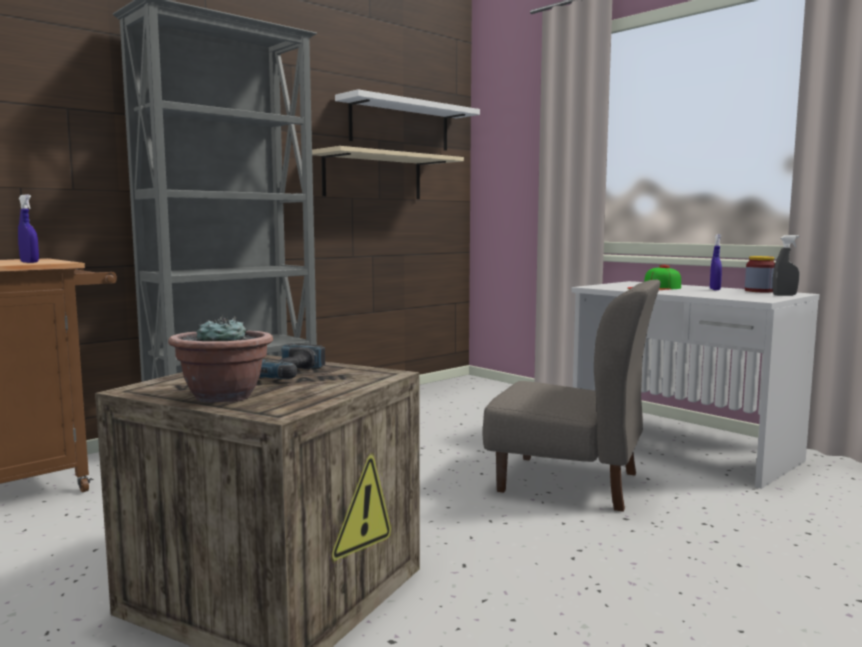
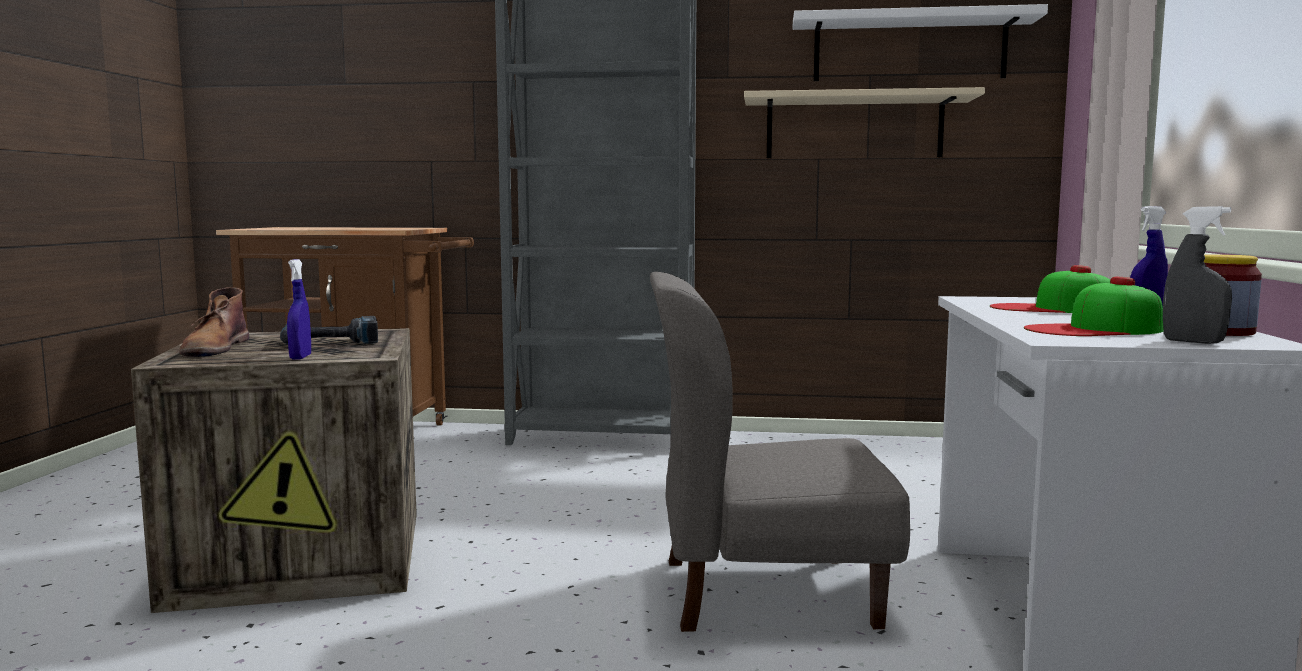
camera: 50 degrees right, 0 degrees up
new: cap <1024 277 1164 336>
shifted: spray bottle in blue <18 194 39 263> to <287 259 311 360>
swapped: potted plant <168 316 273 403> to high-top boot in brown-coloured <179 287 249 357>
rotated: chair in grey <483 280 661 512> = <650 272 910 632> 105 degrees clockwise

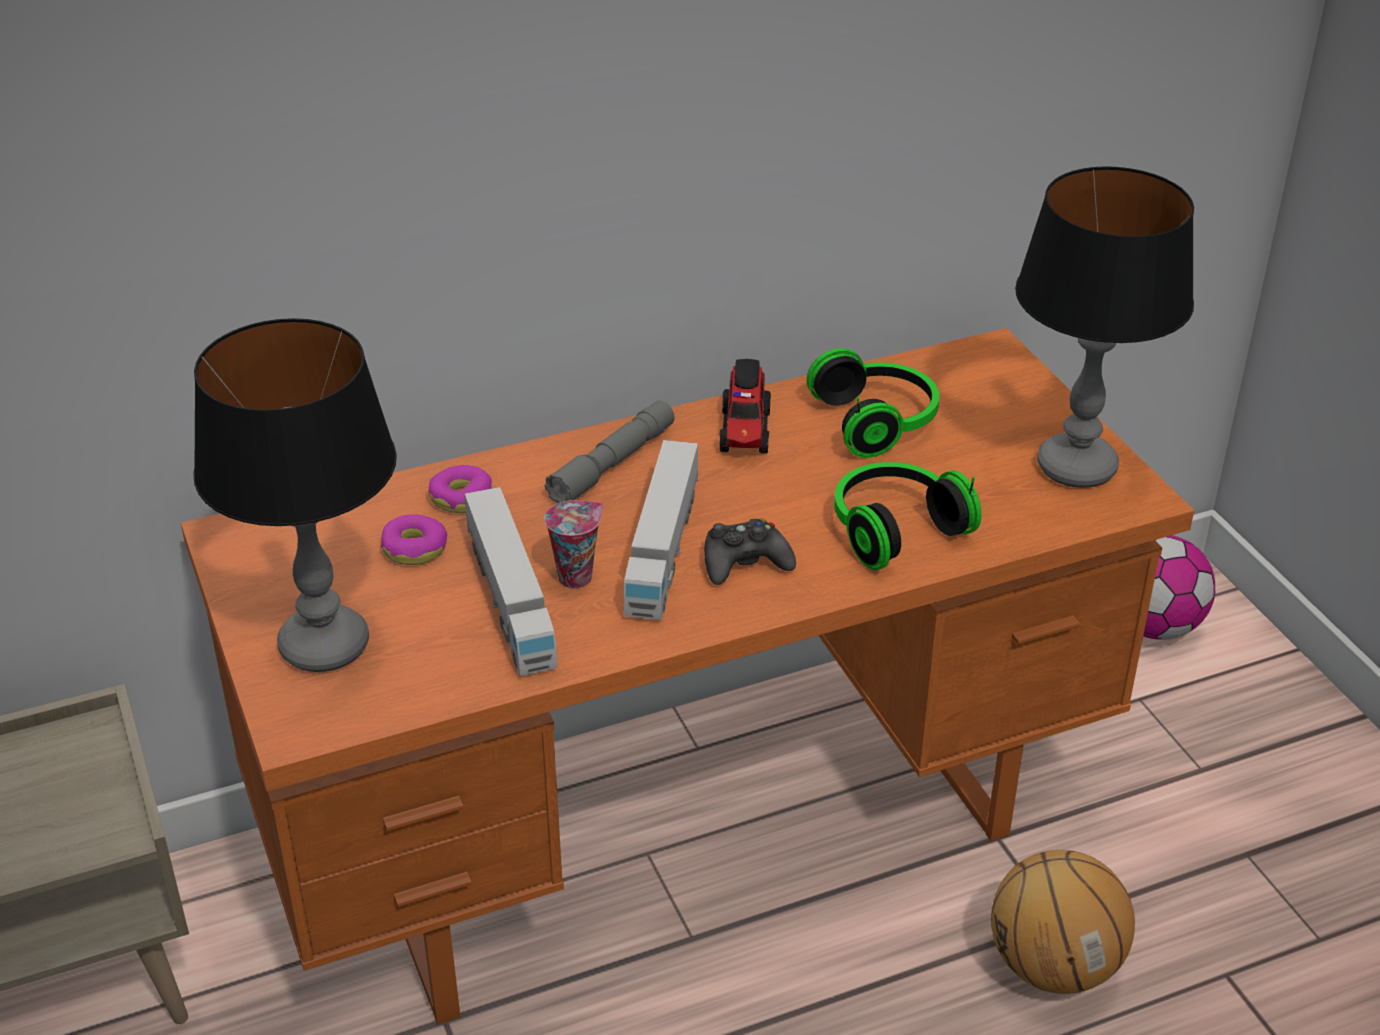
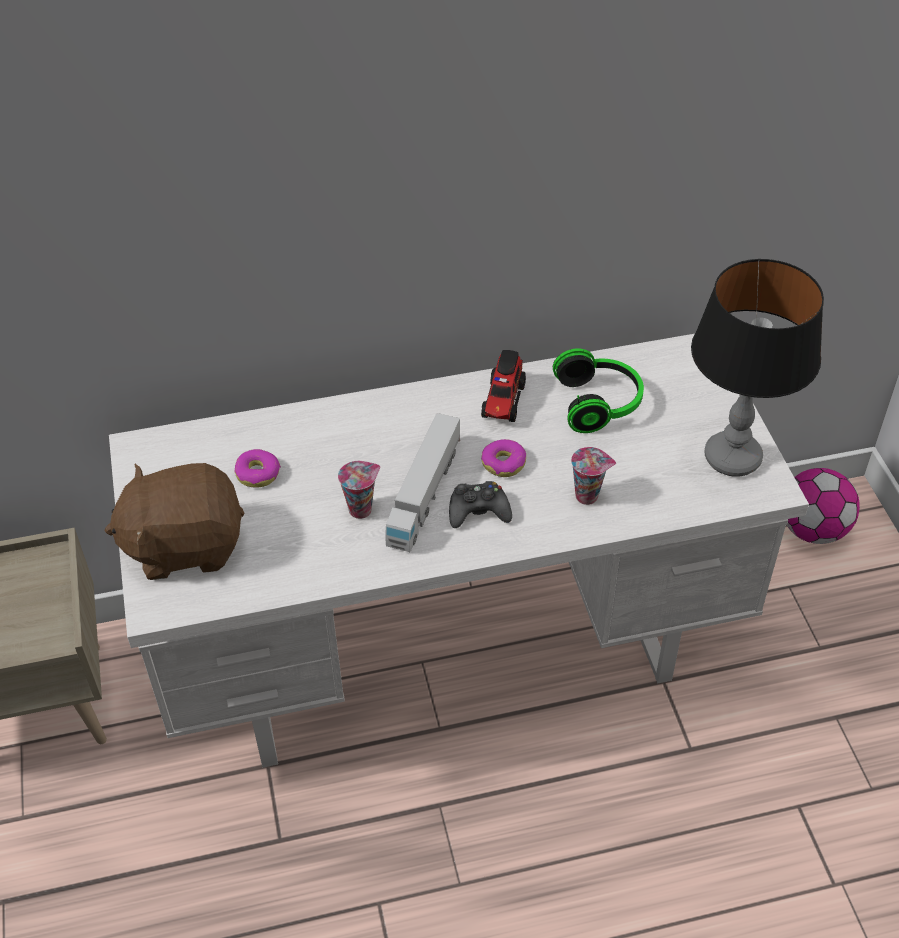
camera: 10 degrees right, 10 degrees up
gone: toy truck <465 487 558 676>; hand torch in grey <545 401 675 503>; basketball ball <991 850 1135 994>
shifted: doughnut <428 465 492 513> to <481 439 526 477>
swapped: table lamp <193 318 397 672> to cuddly toy in brown-coloured <104 463 244 580>; headphones <834 462 982 570> to drinking cup <571 447 616 505>
repainted: desk unit in orange <181 328 1194 1025> to desk unit in whitish <109 334 809 768>

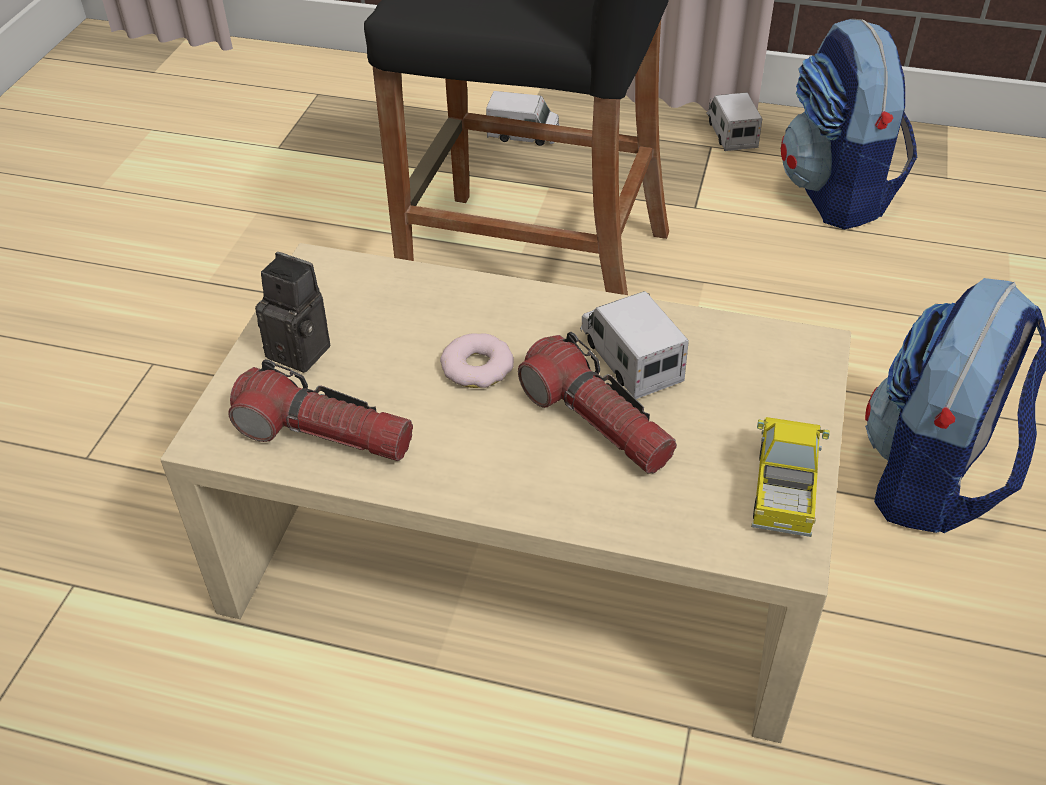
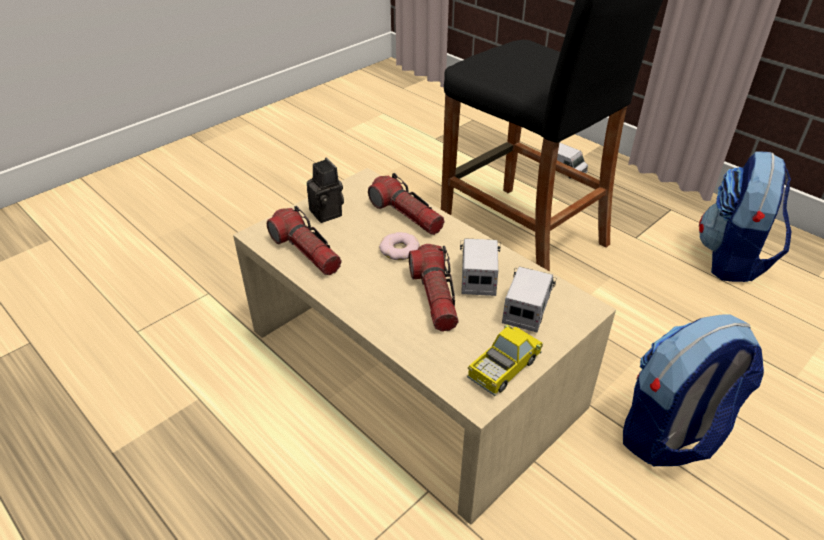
camera: 30 degrees right, 5 degrees down
new: hand torch <368 173 445 235>
shifted: toy truck <707 92 762 151> to <502 267 556 332>

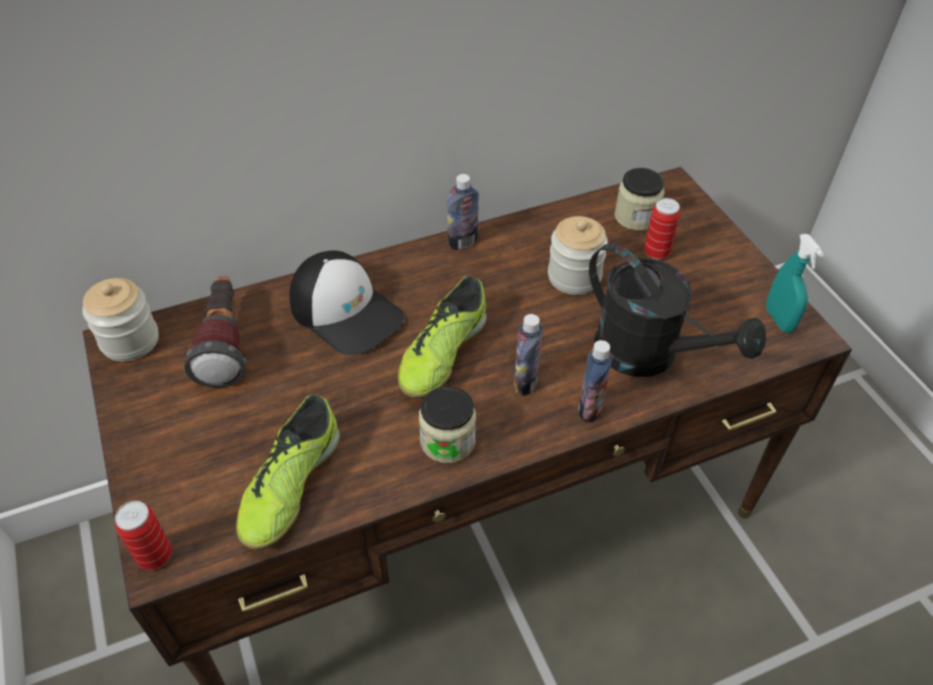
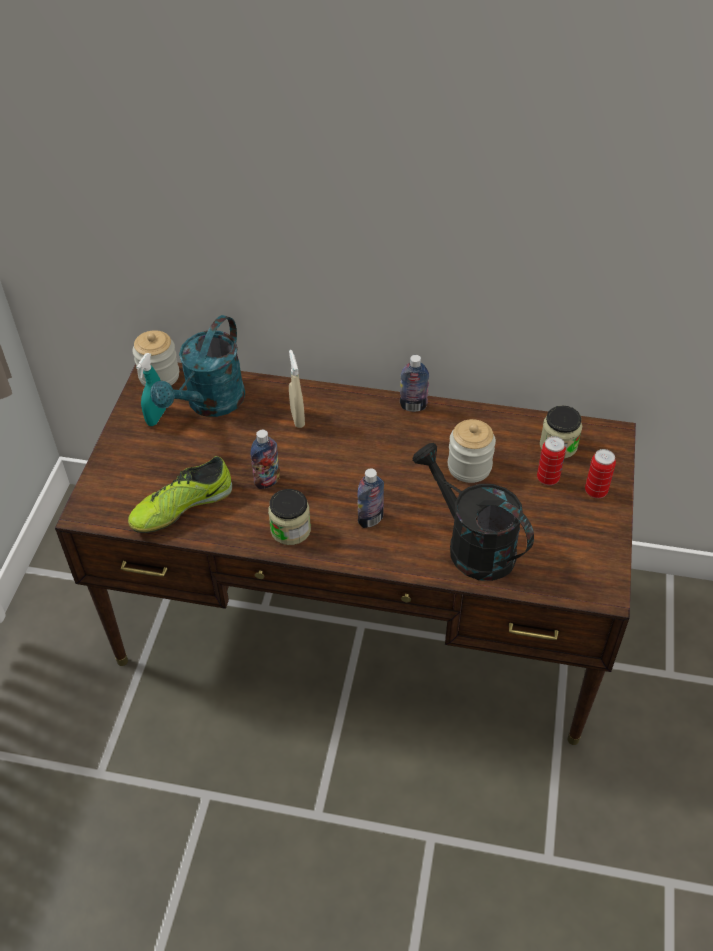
camera: 35 degrees right, 0 degrees up
gone: shoe <398 276 487 399>
shifted: sealed can <115 501 172 570> to <585 449 616 498>; beverage bottle <578 340 613 423> to <251 430 280 489>; spray bottle in blue-green <766 234 824 333> to <136 353 166 426>
swapped: hand torch <184 276 247 388> to sprinkling can in blue-green <150 315 245 417>; cap <289 250 404 355> to spray bottle in sand-coloured <289 350 305 428>
rotated: sprinkling can in black <589 243 766 377> = <412 443 534 581> 150 degrees clockwise

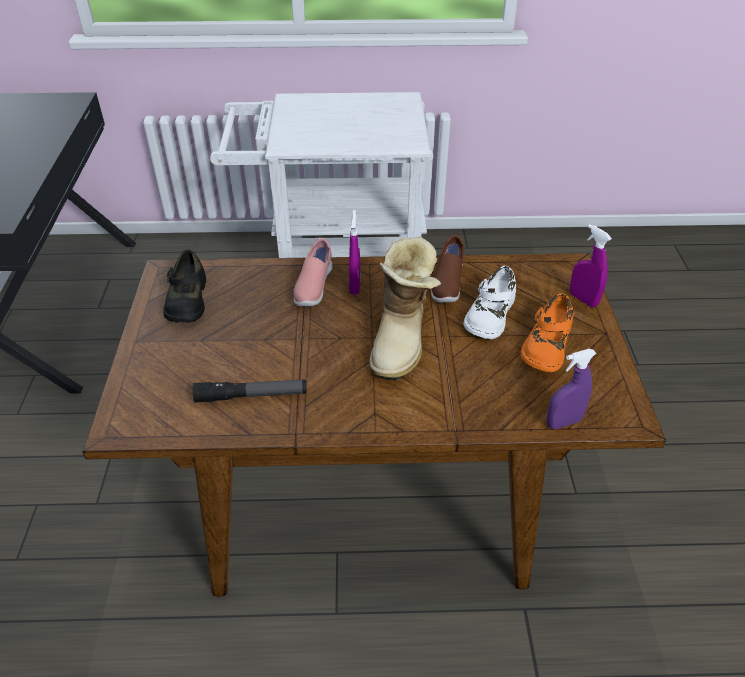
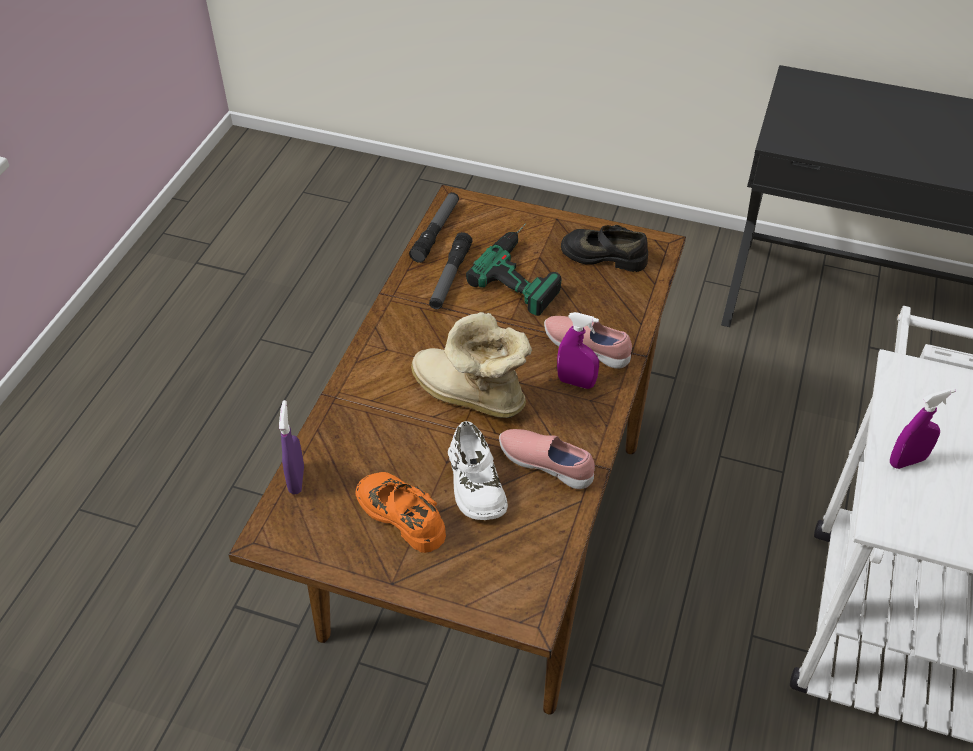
camera: 110 degrees right, 5 degrees up
new: hand torch <409 192 459 263>; power drill <466 223 562 316>
shifted: spray bottle in purple-coloured <570 224 612 307> to <890 388 956 469>
repainted: shoe in brown-coloured <431 235 464 303> to shoe in pink-coloured <499 429 595 489>
rotated: shoe in whitish <464 266 516 339> = <448 421 508 520> 150 degrees counterclockwise

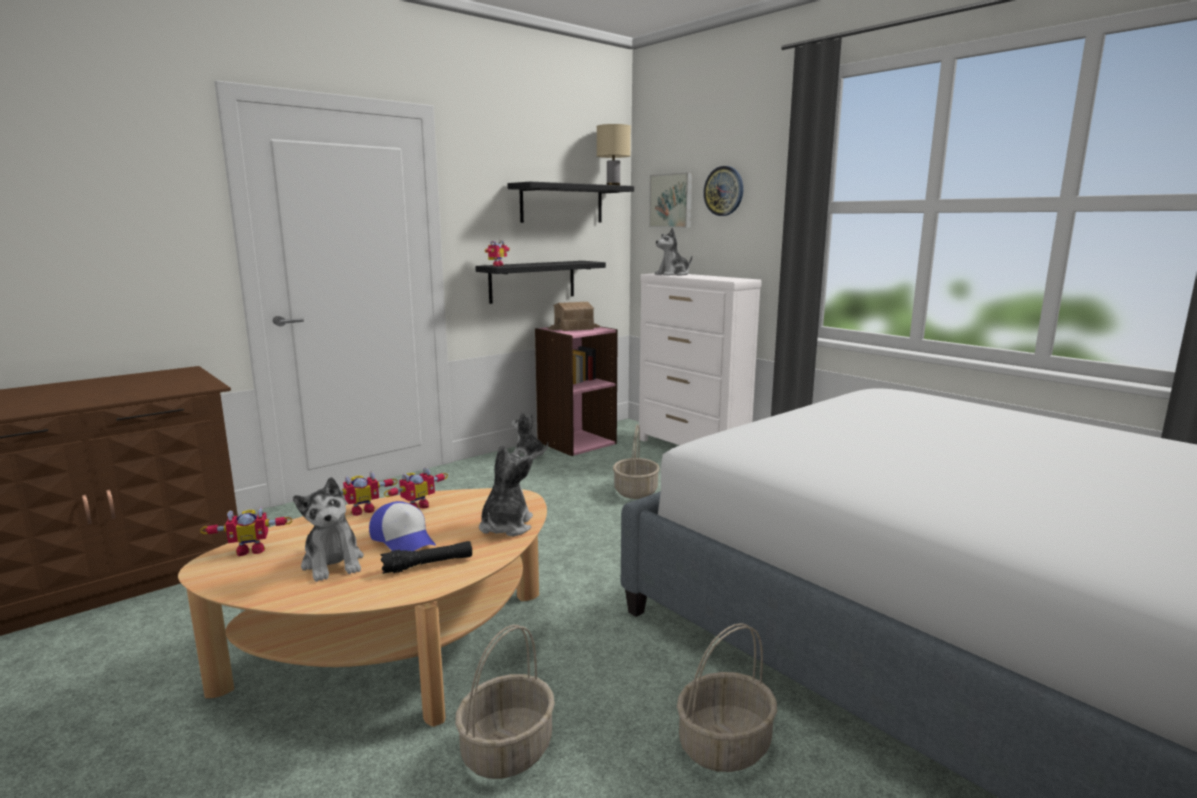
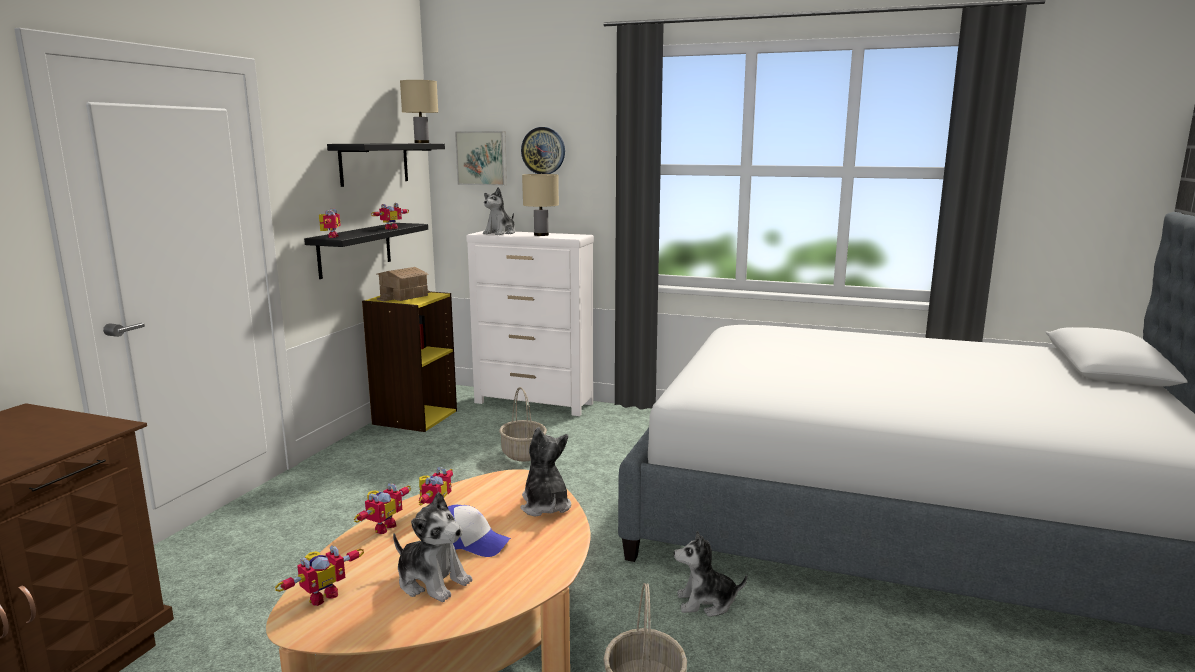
camera: 30 degrees left, 0 degrees up
gone: hand torch in black <381 541 472 574>; storage basket <677 623 777 772>
new: robot figure <371 203 409 229>; table lamp in sand-coloured <522 174 559 236>
shifted: cuddly toy <511 412 548 460> to <674 531 747 617>
repainted: bookcase in pink-coloured <535 326 618 456> to bookcase in yellowish <362 292 457 432>

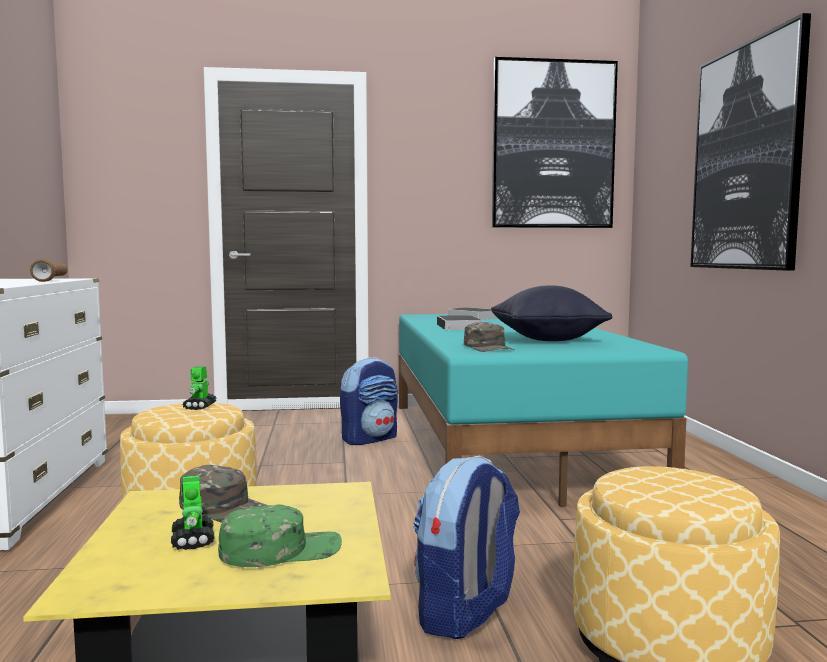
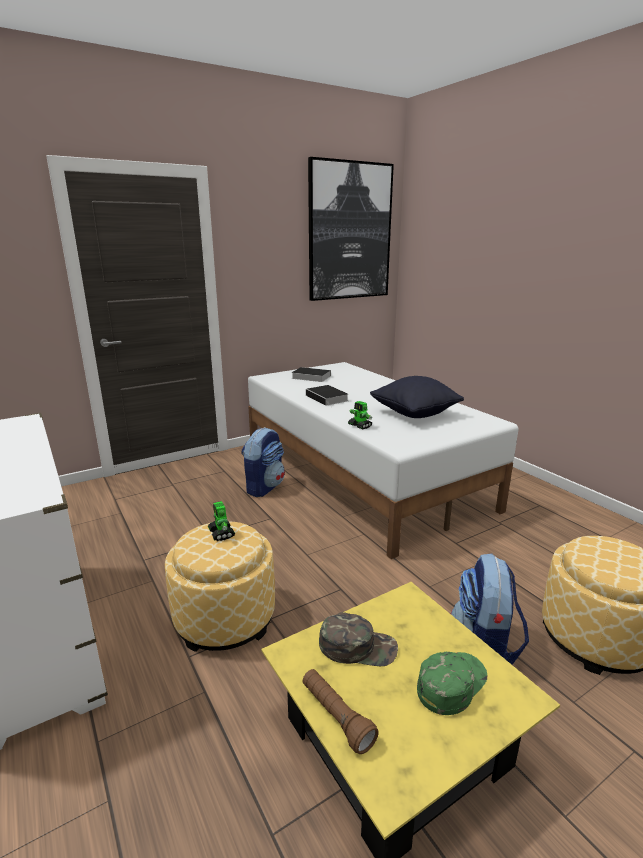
camera: 25 degrees left, 15 degrees up
gone: cap in green <464 322 515 352>; picture <690 13 811 271>
shifted: hand torch in brown-coloured <30 259 68 282> to <302 669 379 754>; robot figure <171 475 215 550> to <348 401 372 429>
repainted: sleeping bed in blue-green <399 314 688 507> to sleeping bed in whitish <248 362 518 559>

